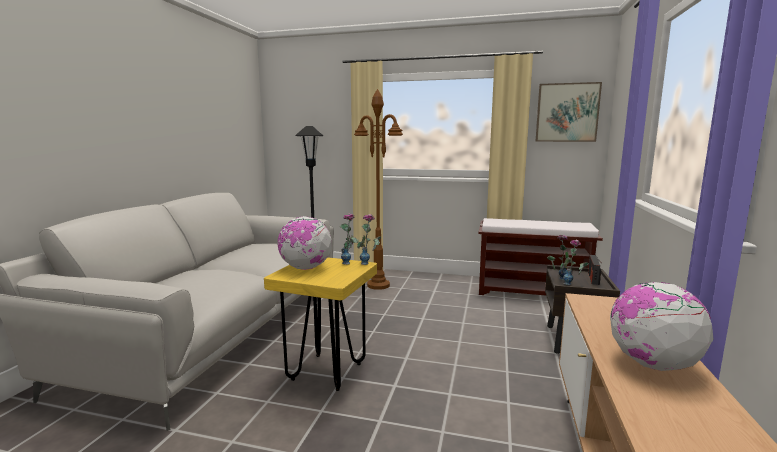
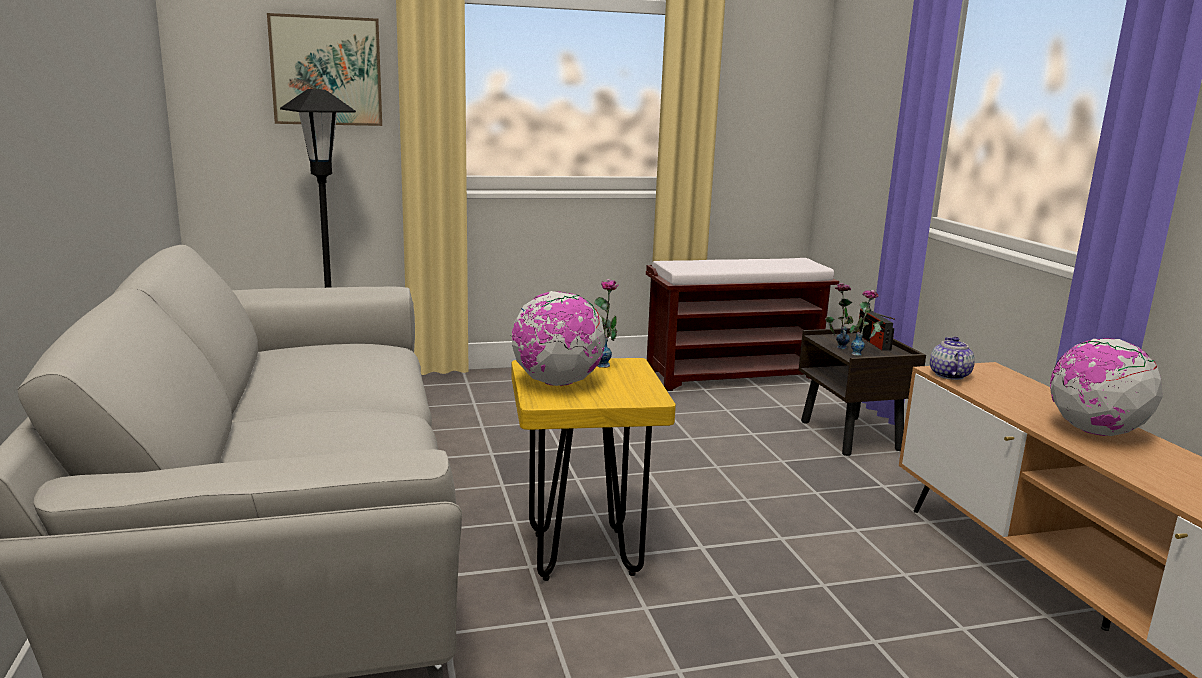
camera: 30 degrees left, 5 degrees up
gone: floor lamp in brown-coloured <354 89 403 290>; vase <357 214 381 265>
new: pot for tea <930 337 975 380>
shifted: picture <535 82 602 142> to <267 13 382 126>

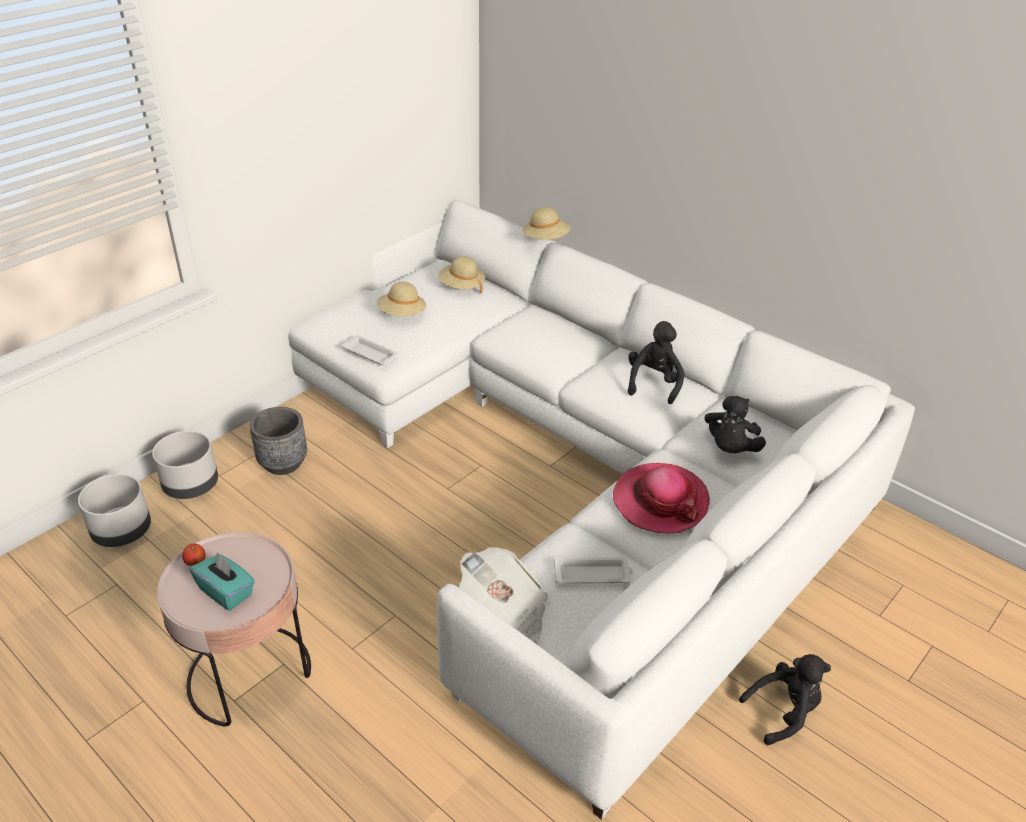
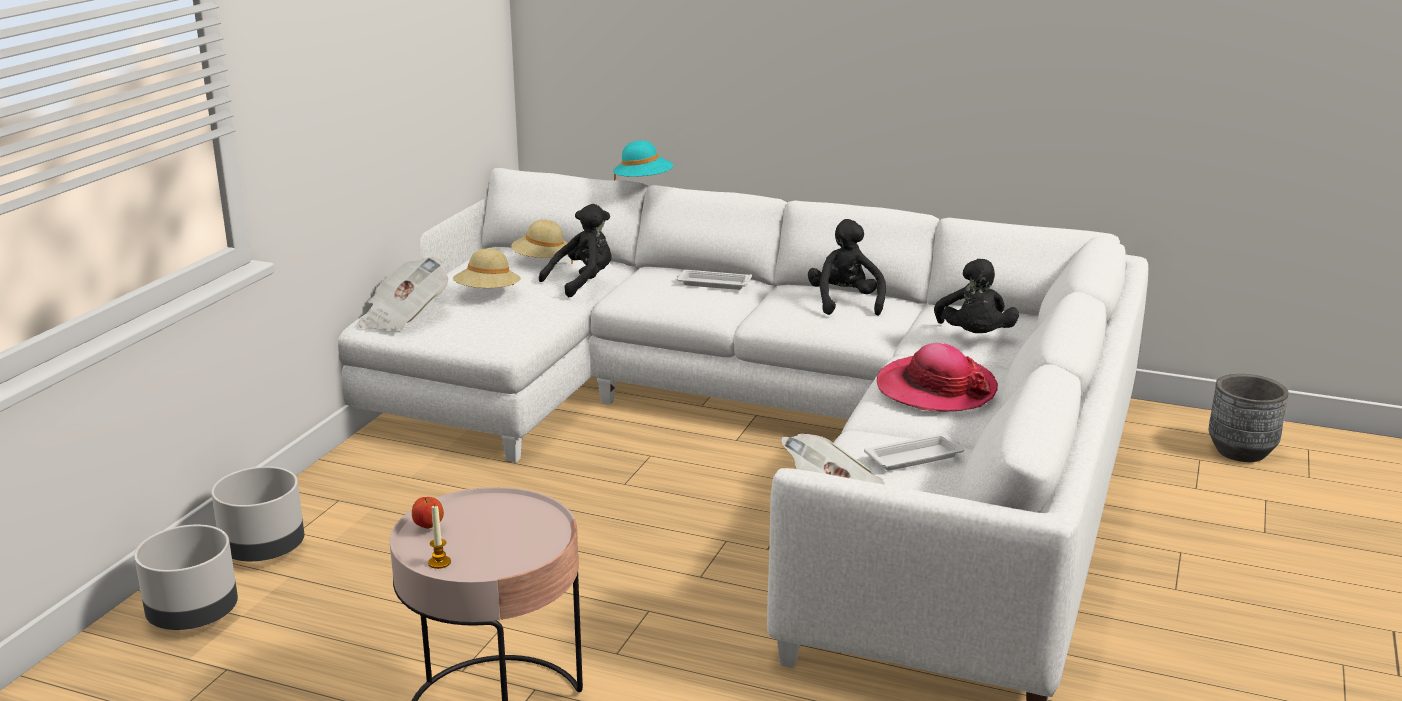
camera: 20 degrees left, 15 degrees down
gone: box of tissues in blue-green <190 552 255 611>
new: newspaper <358 257 448 330>; candle <428 504 451 569>
shifted: planter in grey <250 407 307 475> to <1208 374 1289 462>; serving tray in whitish <342 335 399 365> to <677 270 752 290>; cuddly toy in black <739 654 831 745> to <539 204 612 297>
repainted: hat in sand-coloured <522 207 571 240> to hat in blue-green <613 140 674 181>

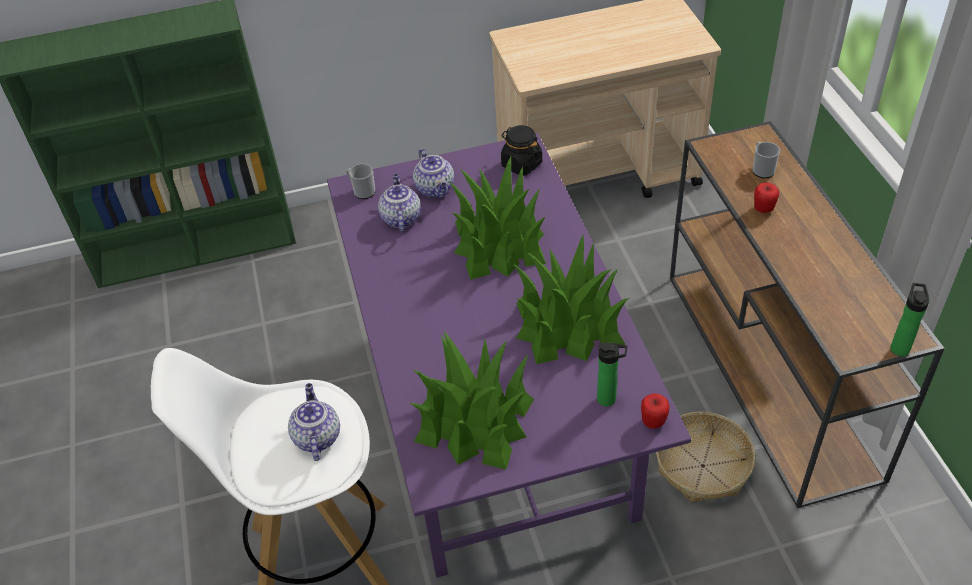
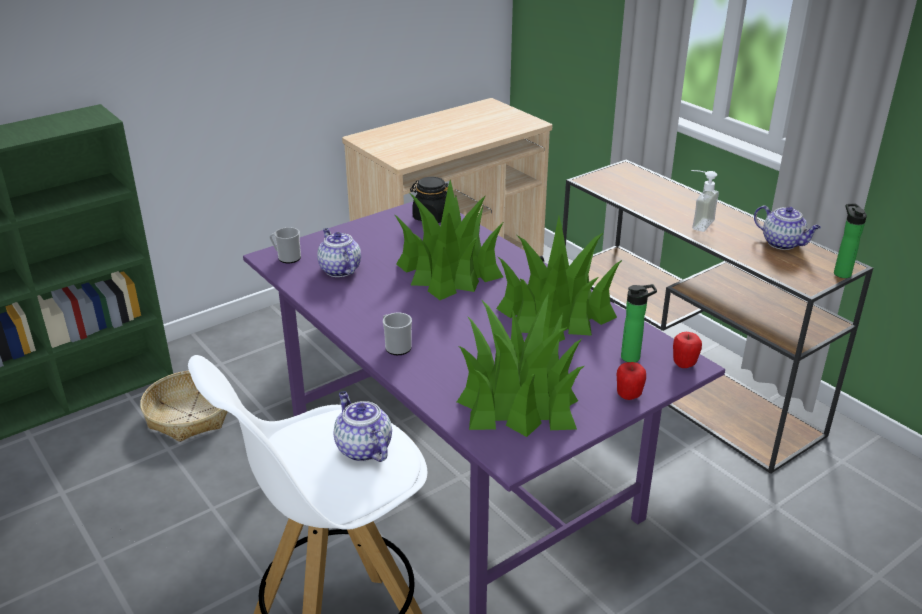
camera: 25 degrees left, 15 degrees down
new: soap dispenser <691 170 719 232>
shifted: pot for tea <413 148 454 198> to <754 205 821 250>; storage basket <656 412 755 502> to <140 371 228 442>; coffee mug <753 142 780 178> to <383 312 412 355>; apple fruit <754 183 779 213> to <617 362 646 400>

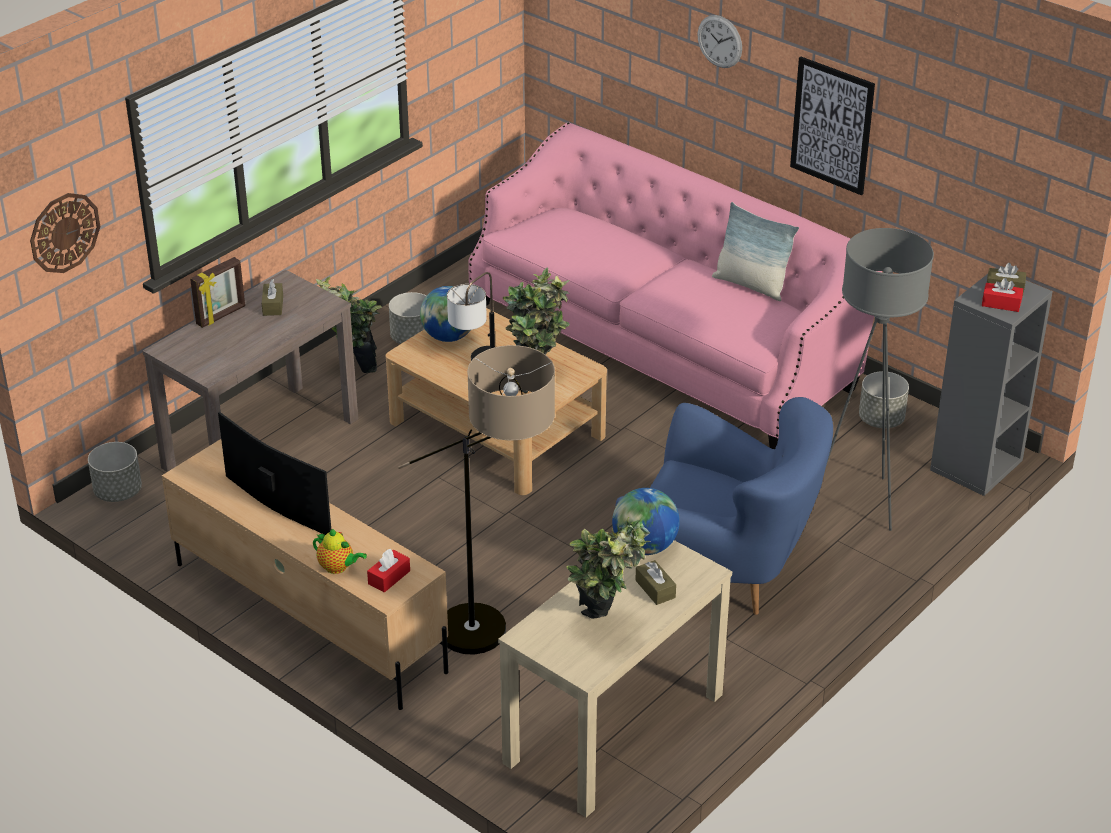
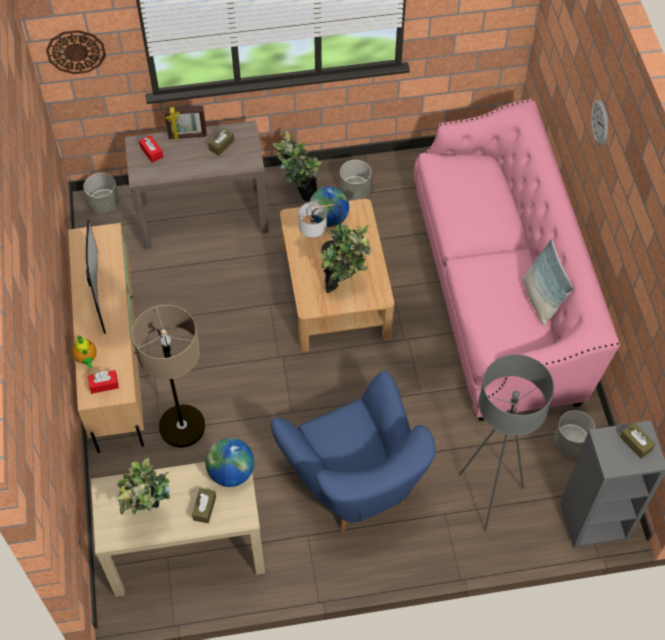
camera: 40 degrees right, 20 degrees up
gone: picture <790 57 875 195>
shifted: box of tissues in red-coloured <982 278 1023 312> to <139 135 163 163>

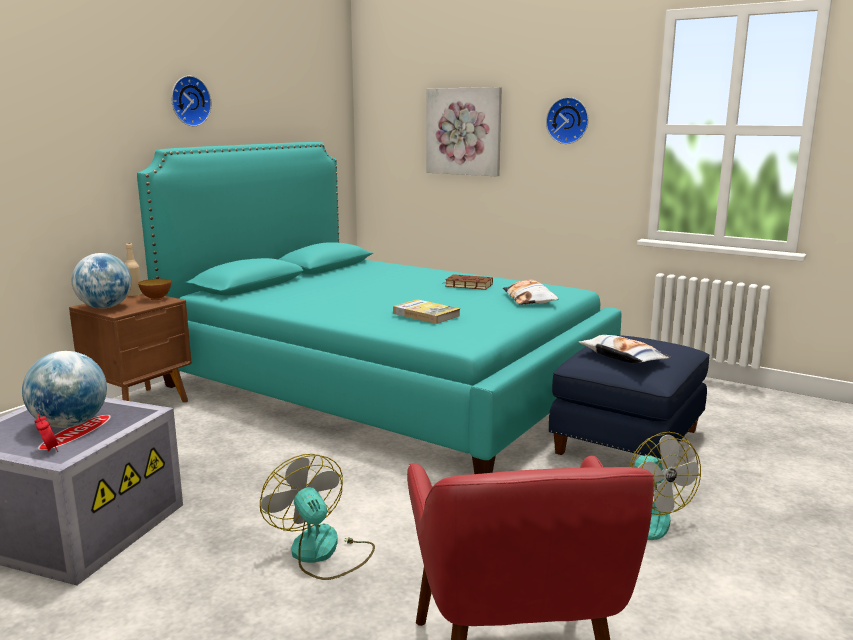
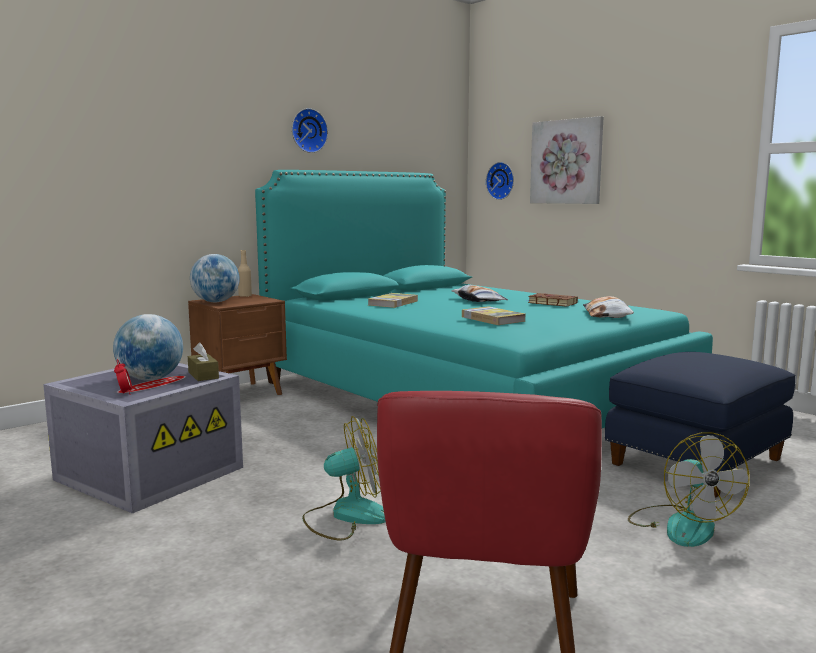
camera: 15 degrees right, 5 degrees down
gone: bowl <138 279 171 300>
new: box of tissues in brown-coloured <188 342 219 381>; volume <368 293 418 308>
shifted: hanging clock <546 97 589 144> to <486 162 514 200>; pillow <579 335 671 363> to <451 285 508 302>
rotated: cooling fan <260 454 375 580> = <302 416 386 541> 90 degrees clockwise

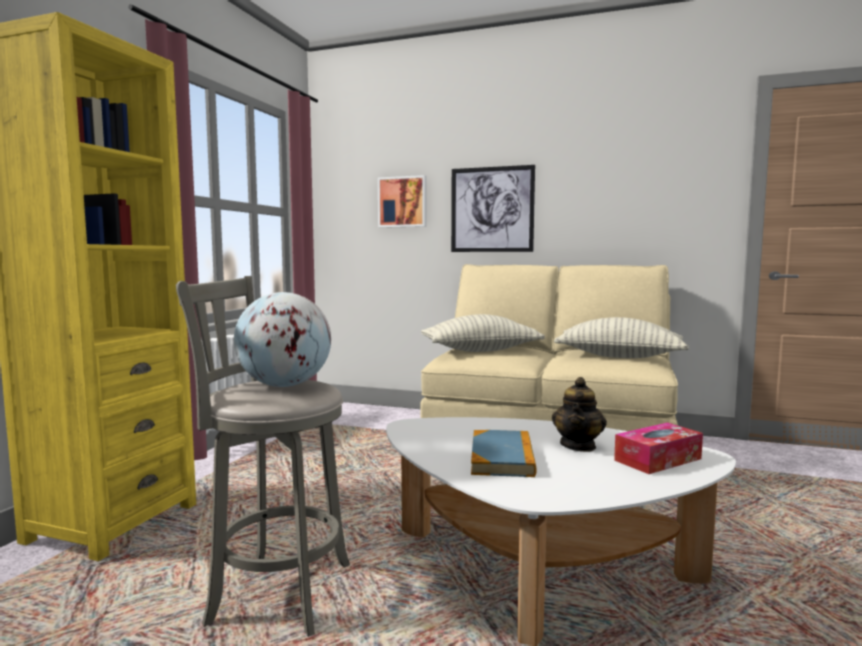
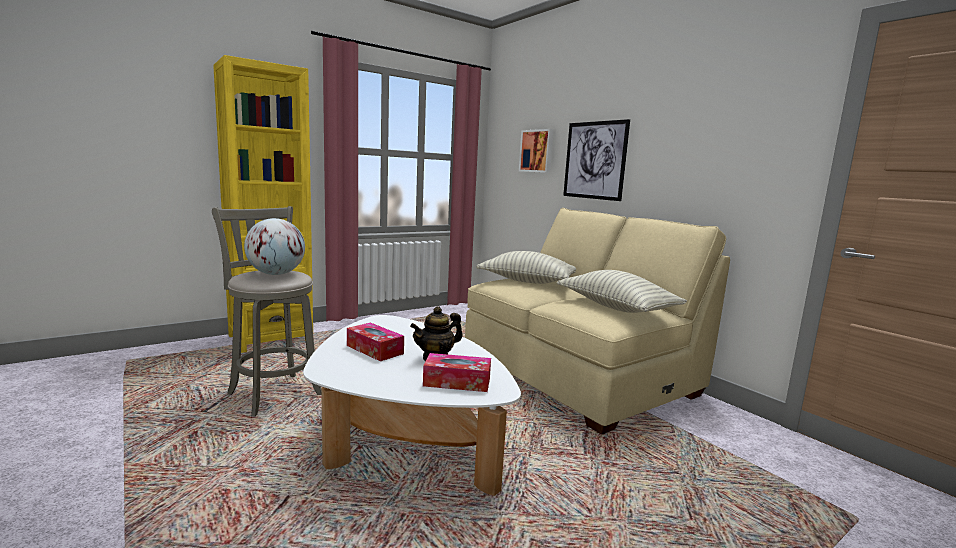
camera: 35 degrees right, 5 degrees up
swapped: volume <471 430 537 477> to box of tissues <347 323 404 361>

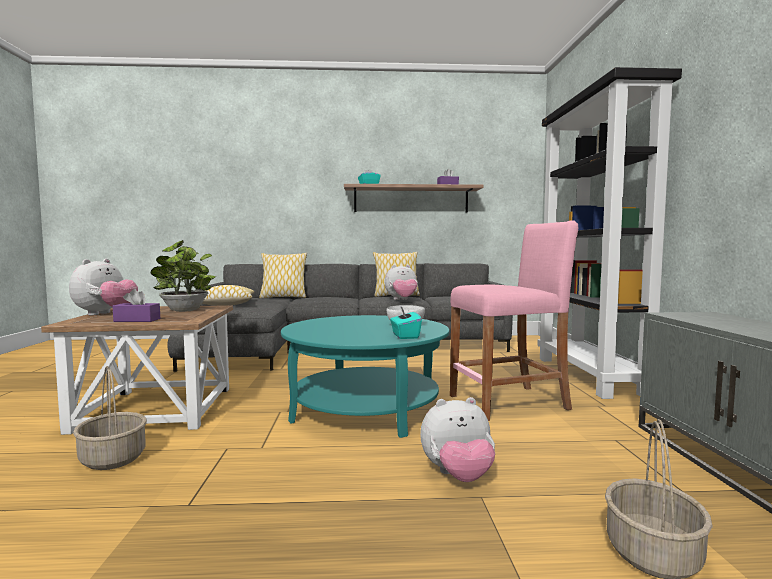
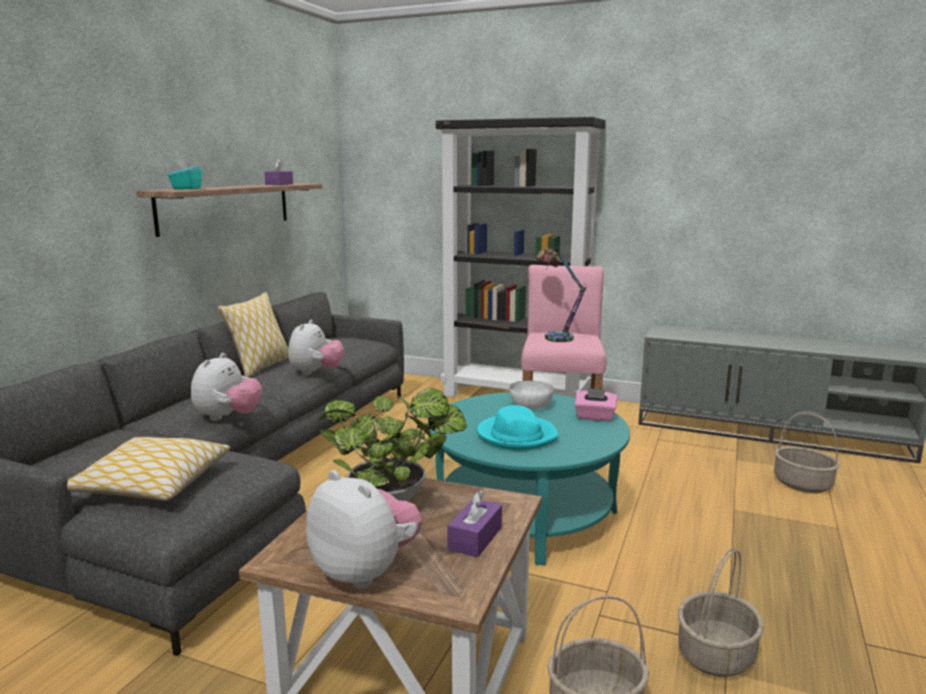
camera: 65 degrees left, 10 degrees up
gone: pillow <259 253 307 298>
new: hat in blue-green <477 405 559 450>; table lamp <536 247 587 342>; storage basket <678 548 764 677>
shifted: cuddly toy <420 397 495 482> to <191 353 262 421>
repainted: box of tissues in blue-green <390 307 422 339> to box of tissues in pink-coloured <575 388 617 421>

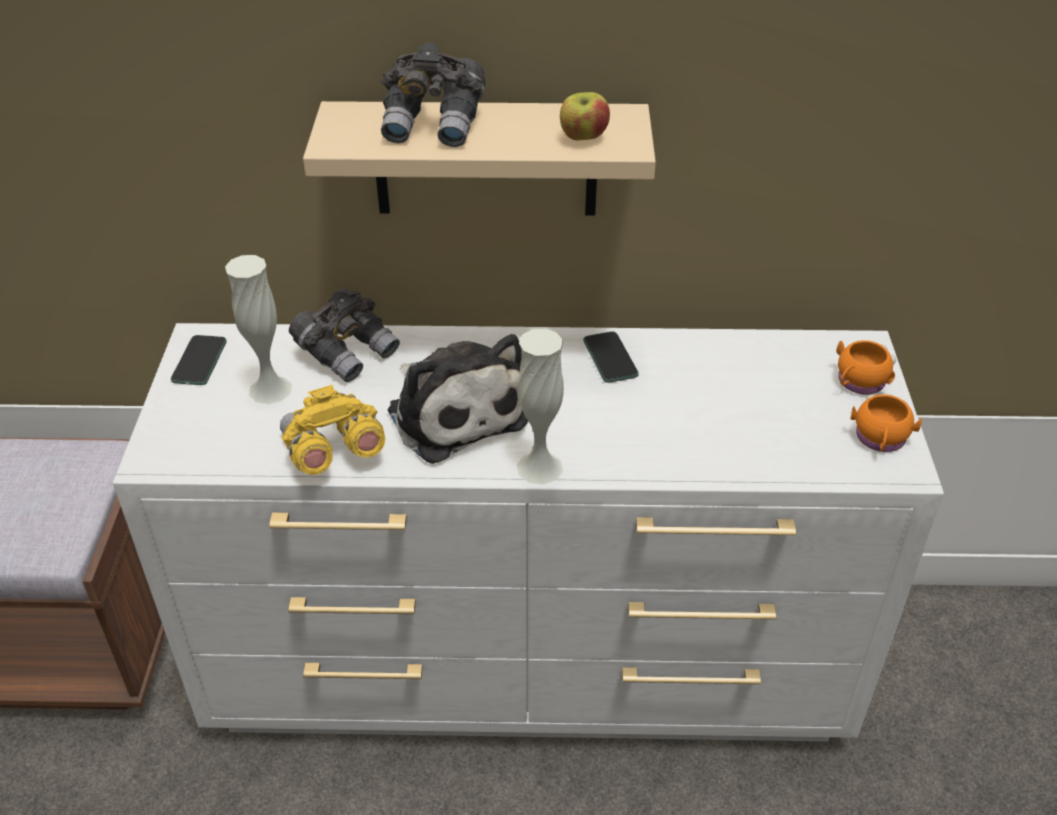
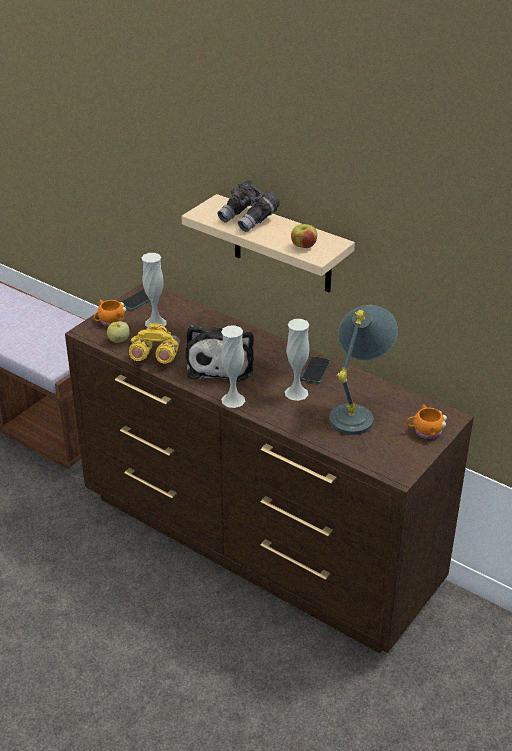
camera: 35 degrees right, 5 degrees down
gone: field glasses in grey <289 289 400 382>
new: apple fruit <107 321 130 343>; vase in whitish <285 319 309 401>; table lamp in grey <329 305 398 435>
shifted: coffee mug in orange <851 393 922 452> to <94 300 126 327>
repainted: drawer chest in whitish <113 323 944 741> to drawer chest in brown-coloured <65 283 474 653>

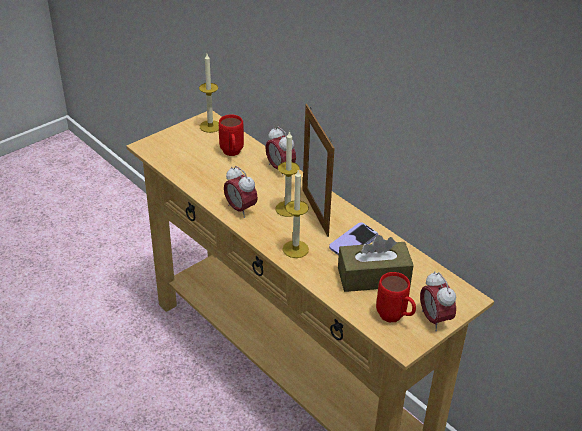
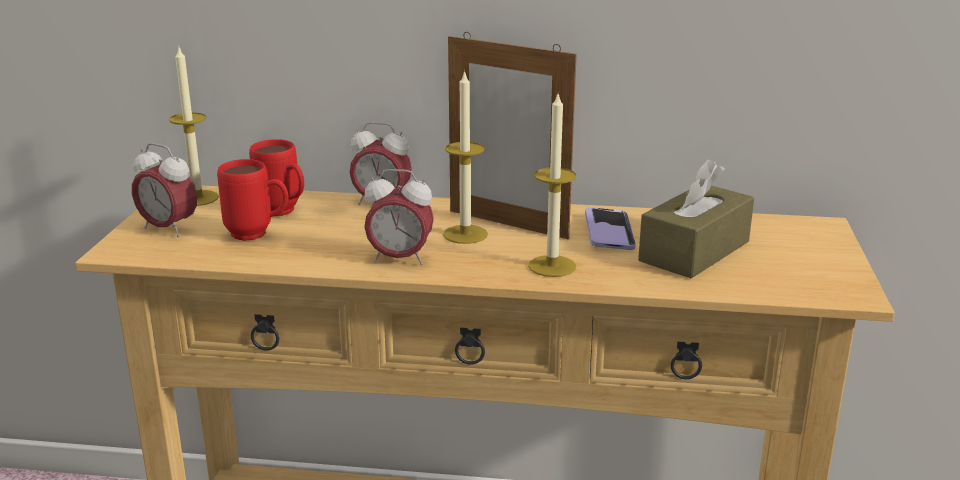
camera: 40 degrees left, 15 degrees down
shifted: coffee mug in red-coloured <376 272 416 322> to <217 159 288 241>; alarm clock <420 271 456 331> to <132 143 197 237>

